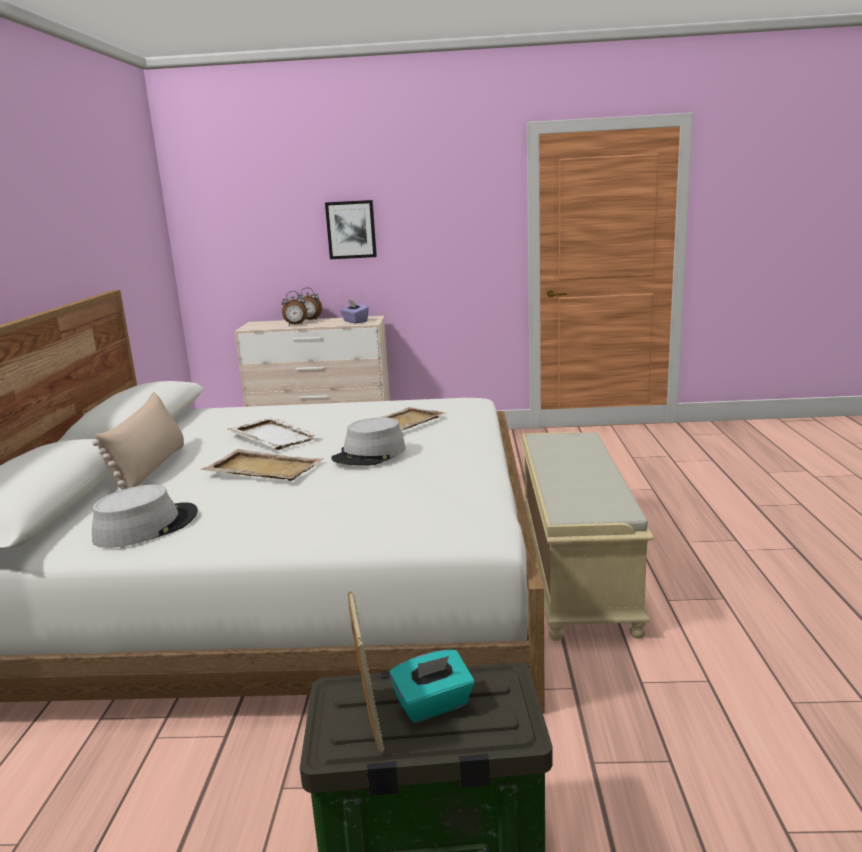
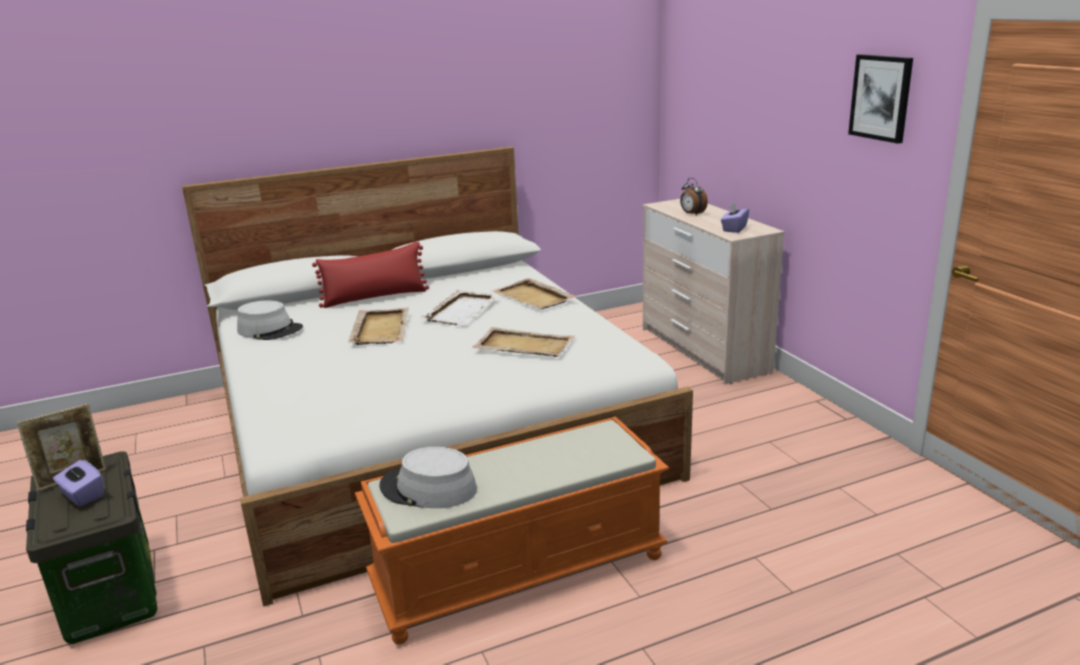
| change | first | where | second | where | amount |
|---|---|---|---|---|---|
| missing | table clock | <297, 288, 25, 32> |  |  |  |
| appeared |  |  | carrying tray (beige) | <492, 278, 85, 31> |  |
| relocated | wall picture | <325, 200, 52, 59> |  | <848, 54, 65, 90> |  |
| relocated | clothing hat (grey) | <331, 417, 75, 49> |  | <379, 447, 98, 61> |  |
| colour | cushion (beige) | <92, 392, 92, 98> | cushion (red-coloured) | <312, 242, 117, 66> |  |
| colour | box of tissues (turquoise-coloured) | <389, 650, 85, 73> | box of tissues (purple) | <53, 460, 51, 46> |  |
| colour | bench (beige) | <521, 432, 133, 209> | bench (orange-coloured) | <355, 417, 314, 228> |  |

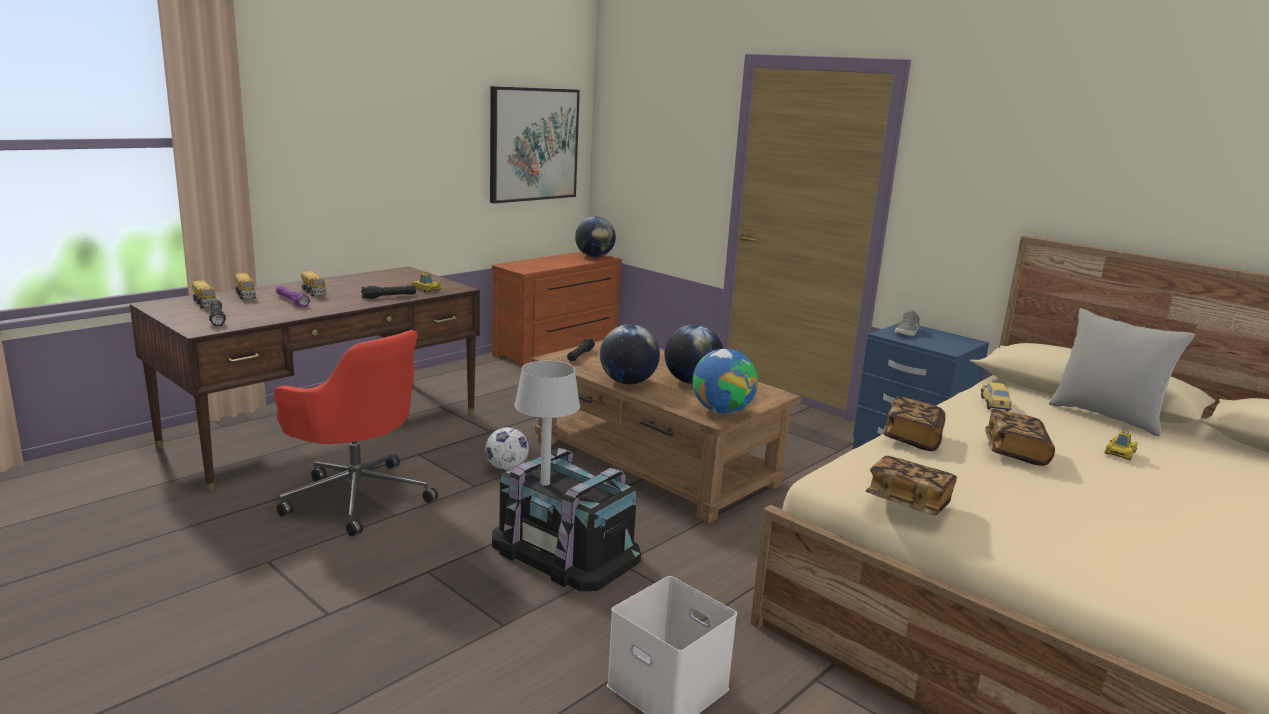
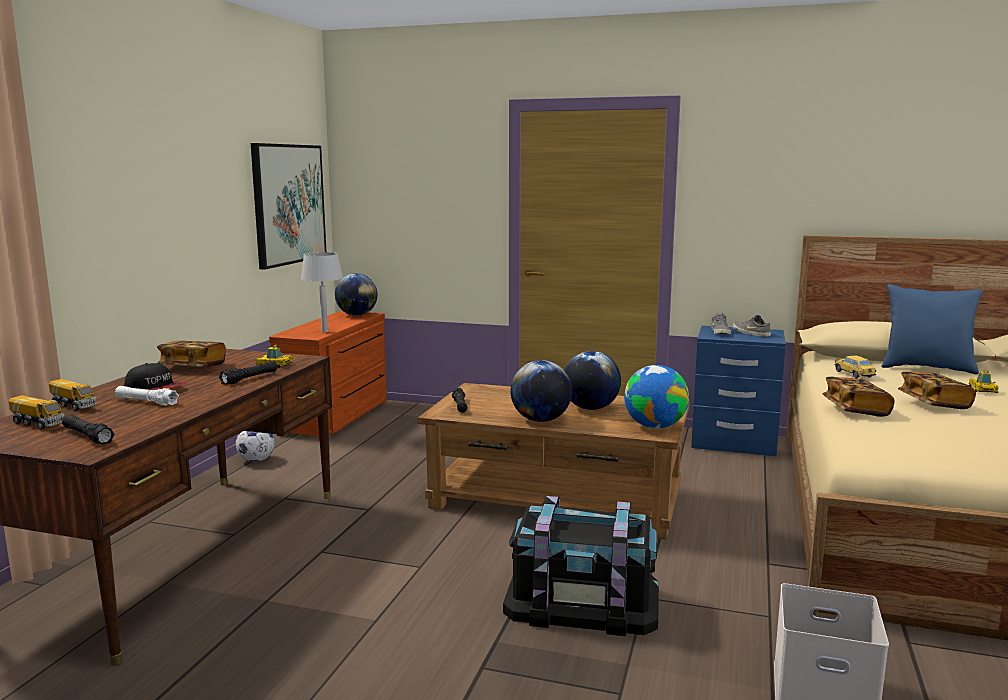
| change | first | where | second | where | amount |
|---|---|---|---|---|---|
| missing | office chair (red-coloured) | <274, 330, 164, 206> |  |  |  |
| appeared |  |  | shoe (grey) | <733, 315, 38, 22> |  |
| relocated | ball for football | <485, 427, 44, 44> |  | <236, 431, 39, 31> |  |
| relocated | lamp for a table (grey) | <514, 361, 66, 125> |  | <301, 252, 42, 81> |  |
| relocated | bound book | <866, 456, 91, 59> |  | <157, 341, 69, 26> |  |
| exchanged | model truck | <301, 271, 26, 25> | baseball cap | <124, 363, 61, 27> |  |
| colour | torch (purple) | <276, 285, 34, 22> | torch (white-coloured) | <115, 386, 64, 20> |  |
| colour | cushion (grey) | <1049, 308, 146, 129> | cushion (blue-coloured) | <881, 284, 102, 90> |  |

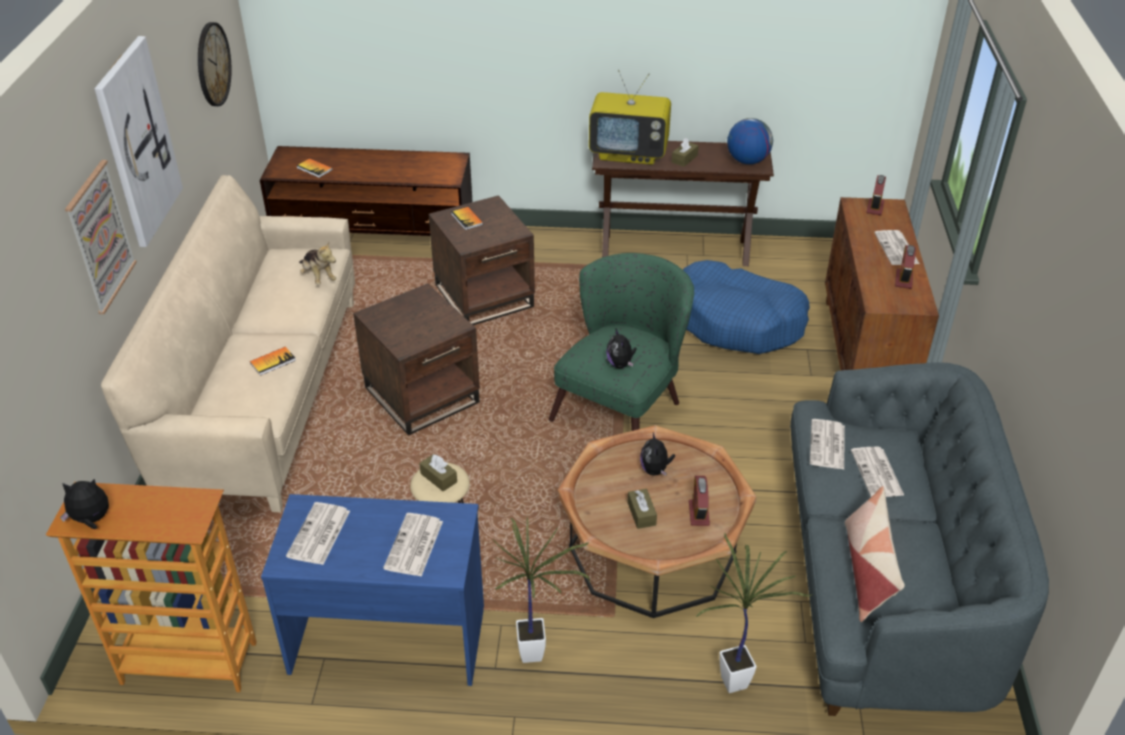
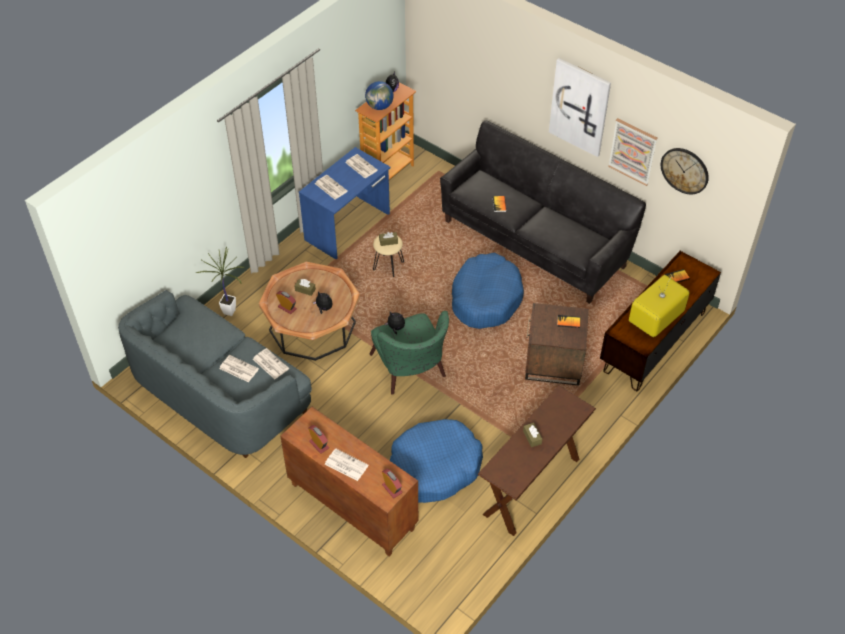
| change | first | where | second | where | amount |
|---|---|---|---|---|---|
| missing | plush toy | <299, 242, 37, 43> |  |  |  |
| missing | houseplant | <493, 517, 97, 146> |  |  |  |
| missing | cushion | <845, 486, 60, 136> |  |  |  |
| relocated | wall picture | <65, 160, 72, 154> |  | <608, 118, 50, 68> |  |
| relocated | TV set | <589, 70, 82, 95> |  | <629, 274, 60, 63> |  |
| relocated | world globe | <727, 118, 46, 46> |  | <365, 81, 29, 29> |  |
| exchanged | accent table (brown-coloured) | <353, 283, 127, 152> | dog bed (blue-coloured) | <452, 253, 72, 76> |  |
| colour | settee (beige) | <101, 175, 254, 337> | settee (blackish) | <440, 120, 206, 184> |  |

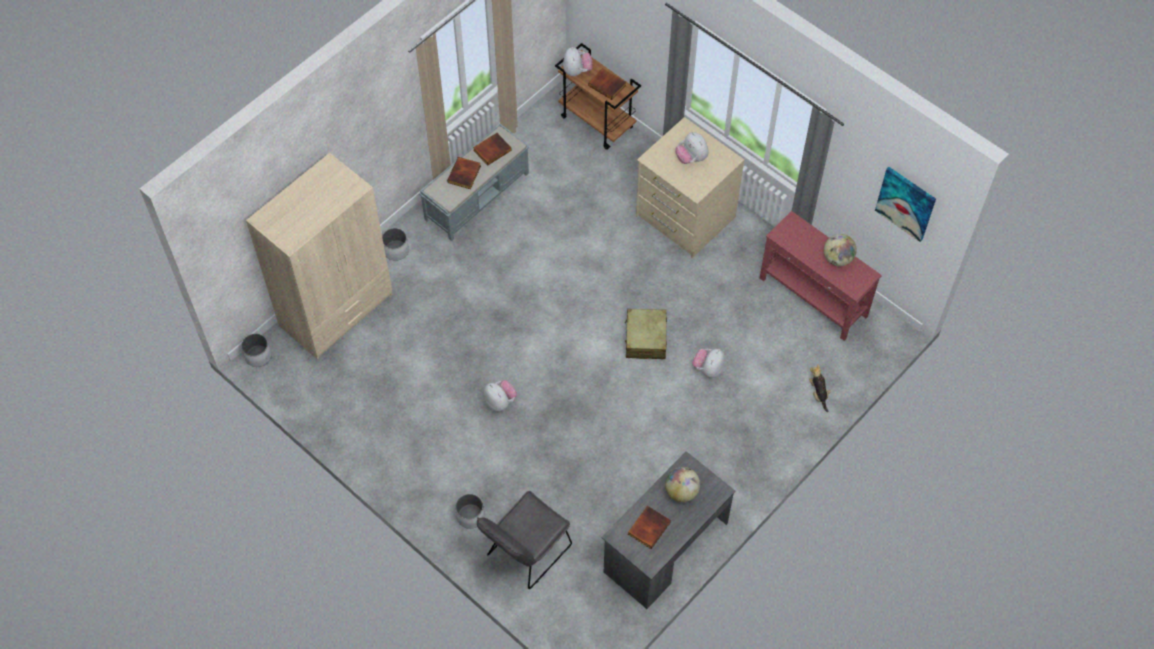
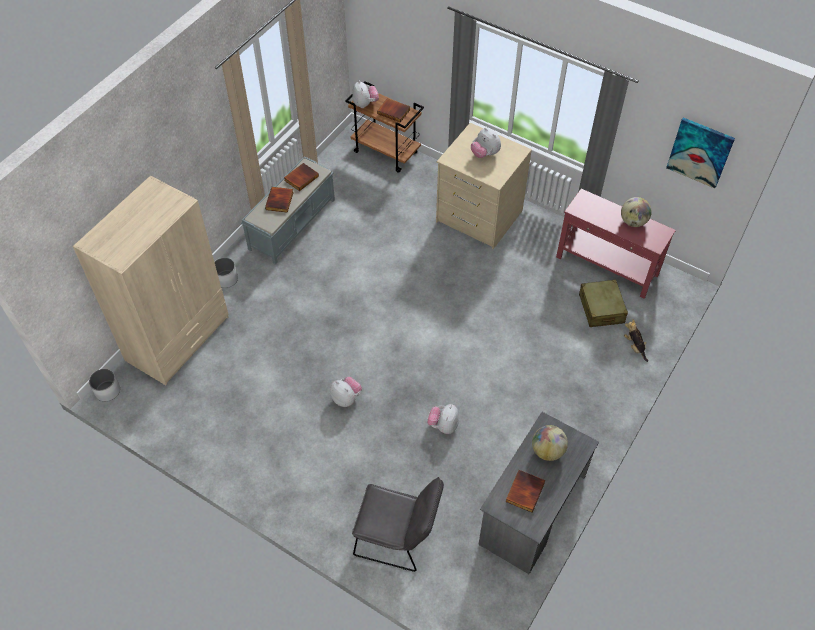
| change | first | where | second | where | amount |
|---|---|---|---|---|---|
| missing | planter (white-coloured) | <455, 494, 30, 35> |  |  |  |
| relocated | suitcase (beige) | <625, 309, 42, 50> |  | <579, 279, 49, 48> |  |
| relocated | plush toy | <692, 349, 33, 29> |  | <427, 404, 32, 30> |  |
| spun | chair (grey) | <477, 491, 95, 98> |  | <352, 477, 92, 95> | 105 degrees counterclockwise |

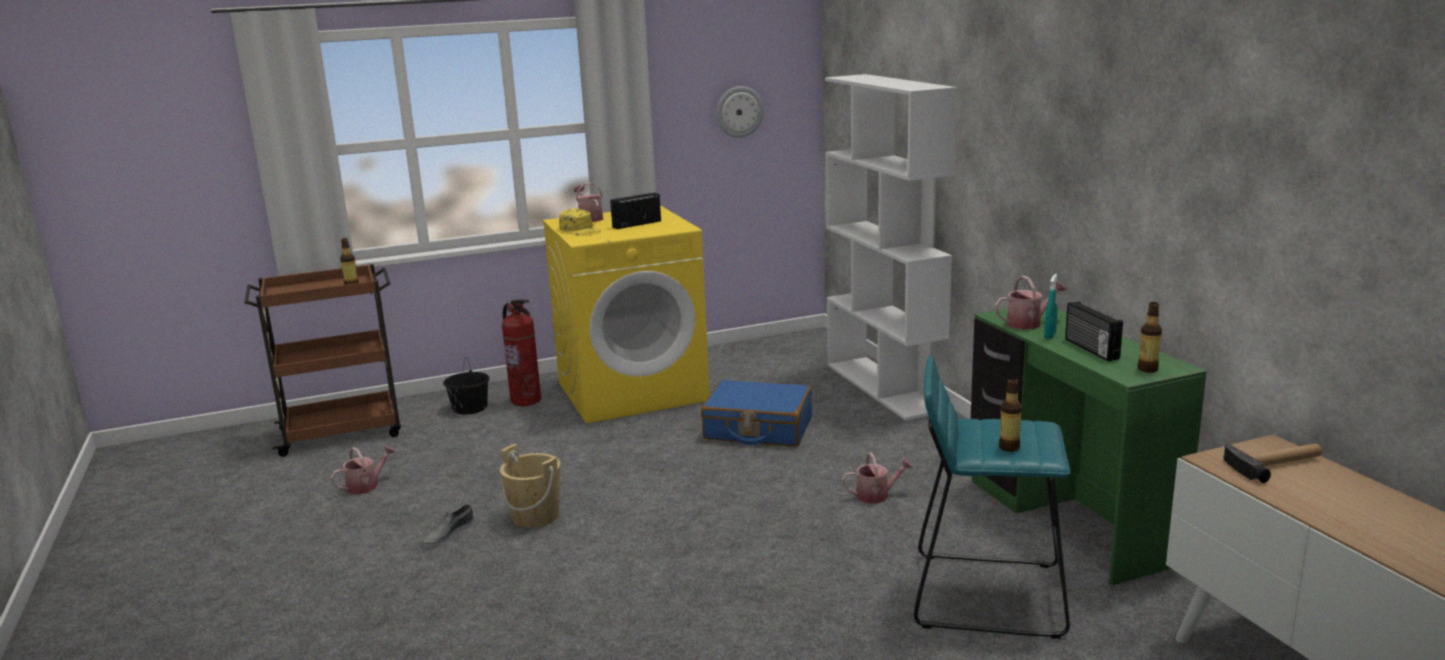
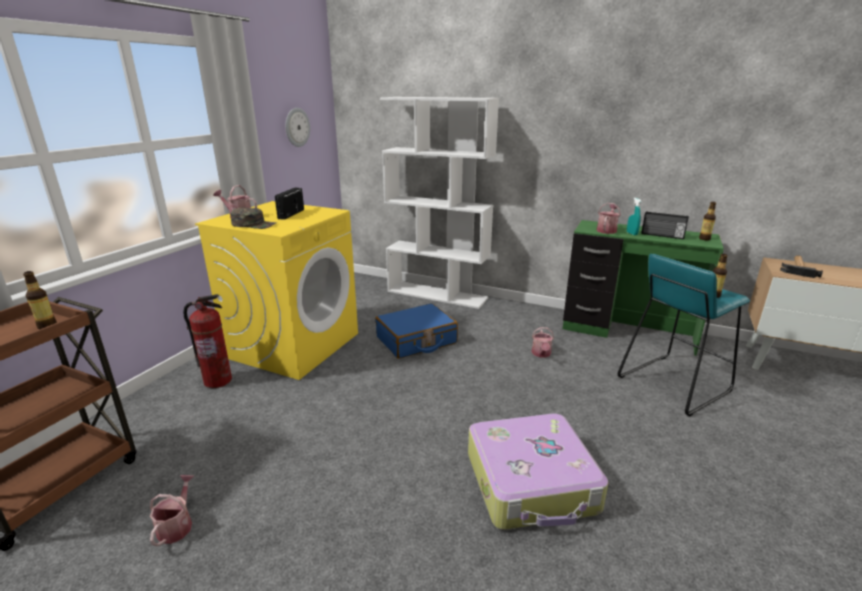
| change | first | where | second | where | amount |
|---|---|---|---|---|---|
| missing | shoe (grey) | <423, 504, 51, 44> |  |  |  |
| missing | water bucket (blackish) | <443, 357, 47, 57> |  |  |  |
| missing | water bucket (beige) | <500, 444, 60, 84> |  |  |  |
| appeared |  |  | suitcase | <468, 414, 140, 116> |  |
| colour | baseball cap (yellow-coloured) | <559, 208, 42, 28> | baseball cap (green-coloured) | <230, 207, 48, 22> |  |
| spun | sprinkling can | <842, 453, 71, 51> |  | <532, 327, 22, 31> | 150 degrees clockwise |

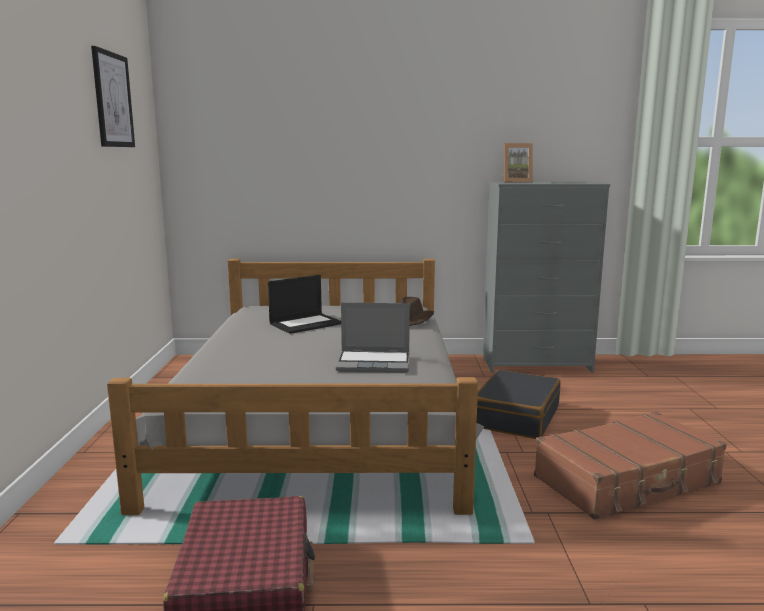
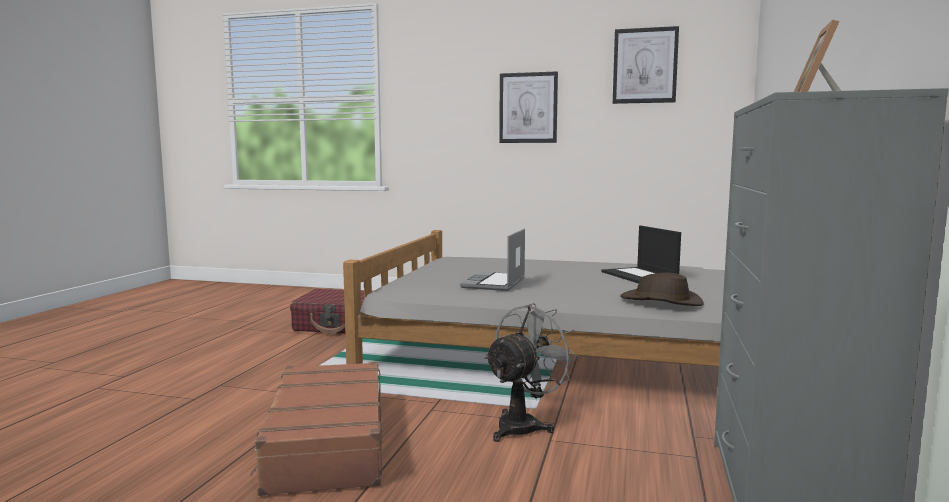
| change | first | where | second | where | amount |
|---|---|---|---|---|---|
| appeared |  |  | wall picture | <499, 71, 59, 72> |  |
| exchanged | suitcase (blackish) | <477, 370, 83, 69> | electric fan (grey) | <484, 303, 95, 139> |  |

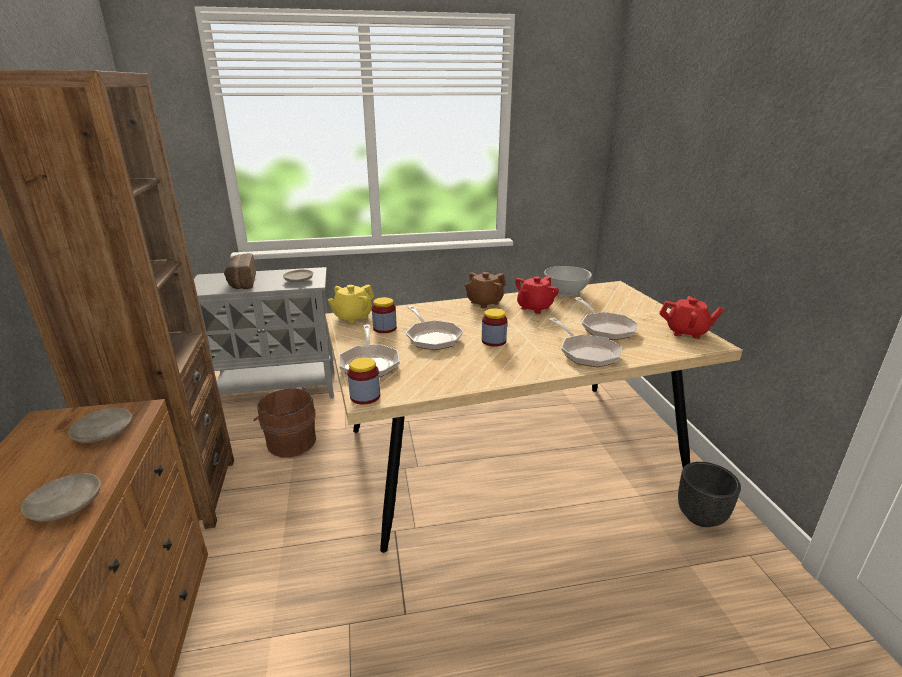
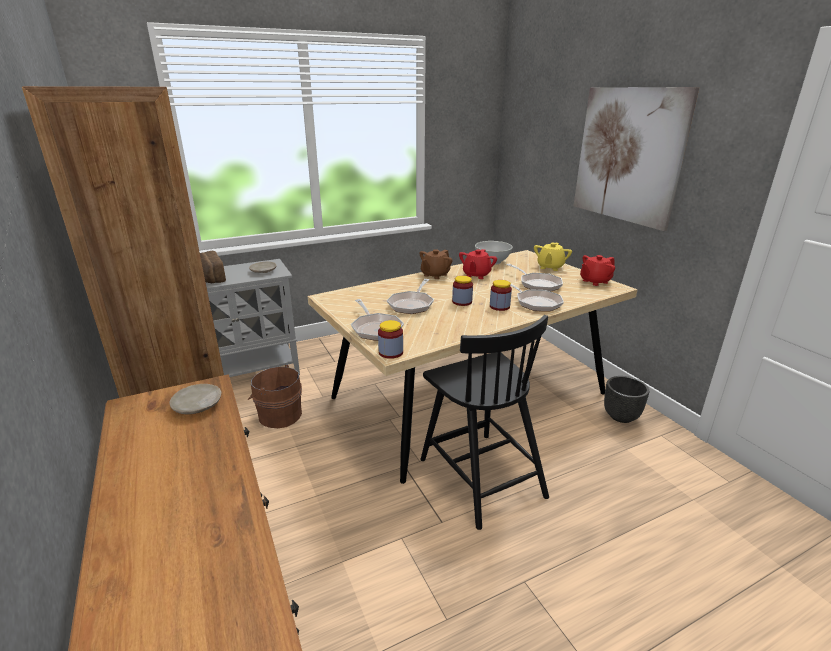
| change | first | where | second | where | amount |
|---|---|---|---|---|---|
| missing | plate (beige) | <21, 473, 80, 49> |  |  |  |
| appeared |  |  | chair (blackish) | <421, 315, 128, 215> |  |
| appeared |  |  | wall picture | <574, 87, 125, 144> |  |
| relocated | pot for tea (yellow-coloured) | <328, 284, 46, 40> |  | <534, 243, 38, 28> |  |
| relocated | jar | <372, 297, 25, 36> |  | <490, 280, 22, 31> |  |
| spun | skillet | <406, 306, 57, 44> |  | <387, 279, 47, 35> | 60 degrees clockwise |
| spun | pot for tea (red-coloured) | <659, 296, 65, 43> |  | <580, 255, 35, 31> | 150 degrees clockwise |

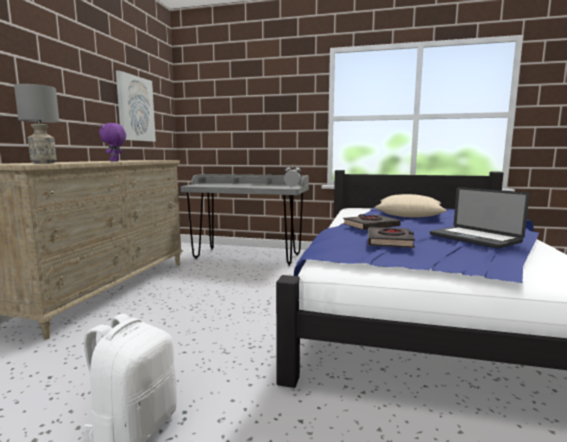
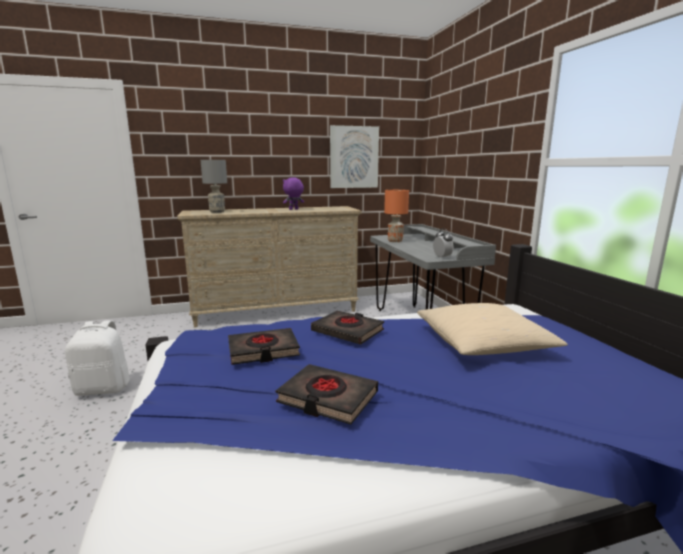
| change | first | where | second | where | amount |
|---|---|---|---|---|---|
| appeared |  |  | lamp for a table (orange-coloured) | <384, 190, 25, 52> |  |
| exchanged | portable computer | <430, 187, 99, 62> | bound book (blackish) | <276, 364, 102, 60> |  |

